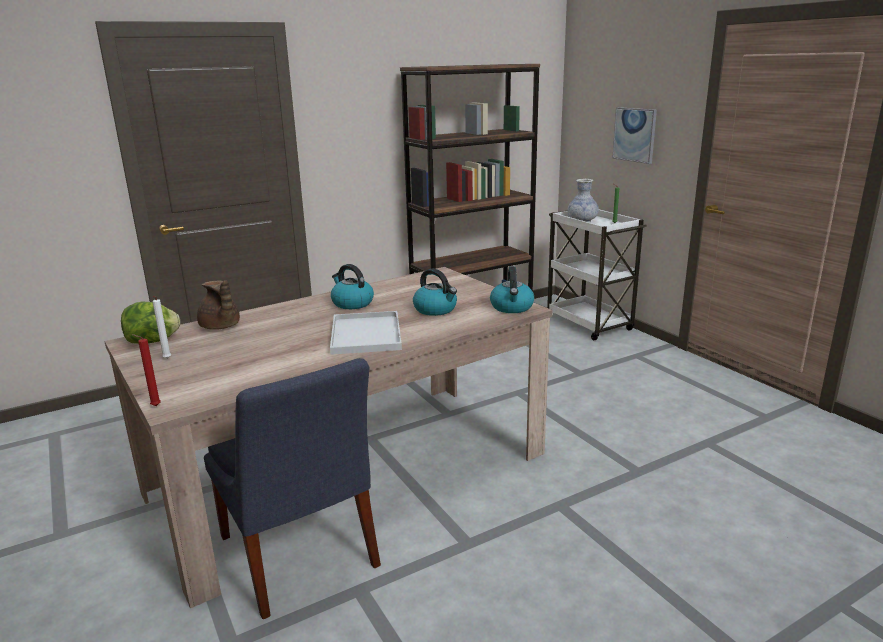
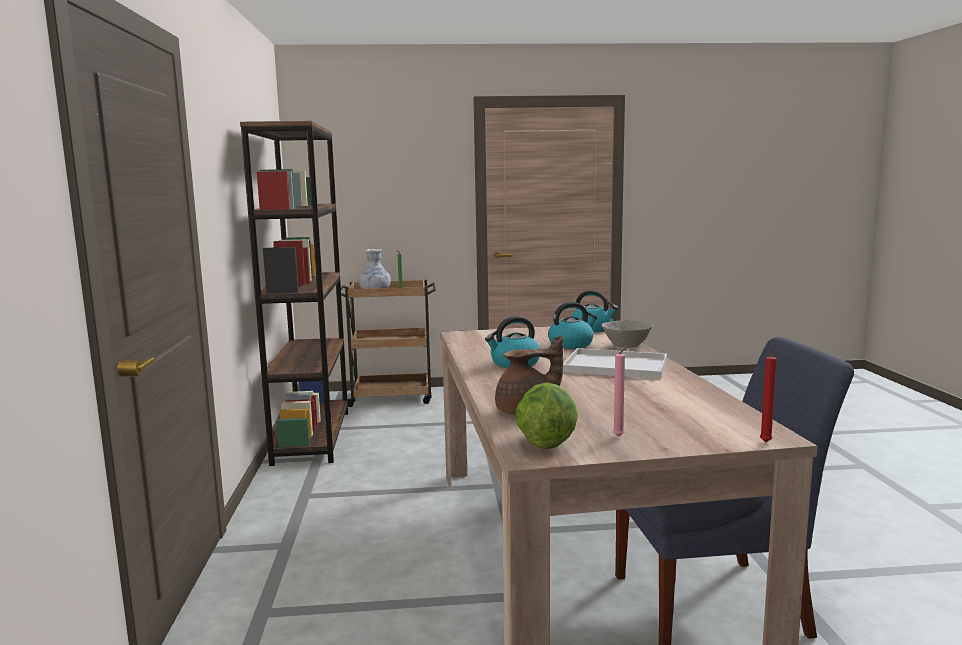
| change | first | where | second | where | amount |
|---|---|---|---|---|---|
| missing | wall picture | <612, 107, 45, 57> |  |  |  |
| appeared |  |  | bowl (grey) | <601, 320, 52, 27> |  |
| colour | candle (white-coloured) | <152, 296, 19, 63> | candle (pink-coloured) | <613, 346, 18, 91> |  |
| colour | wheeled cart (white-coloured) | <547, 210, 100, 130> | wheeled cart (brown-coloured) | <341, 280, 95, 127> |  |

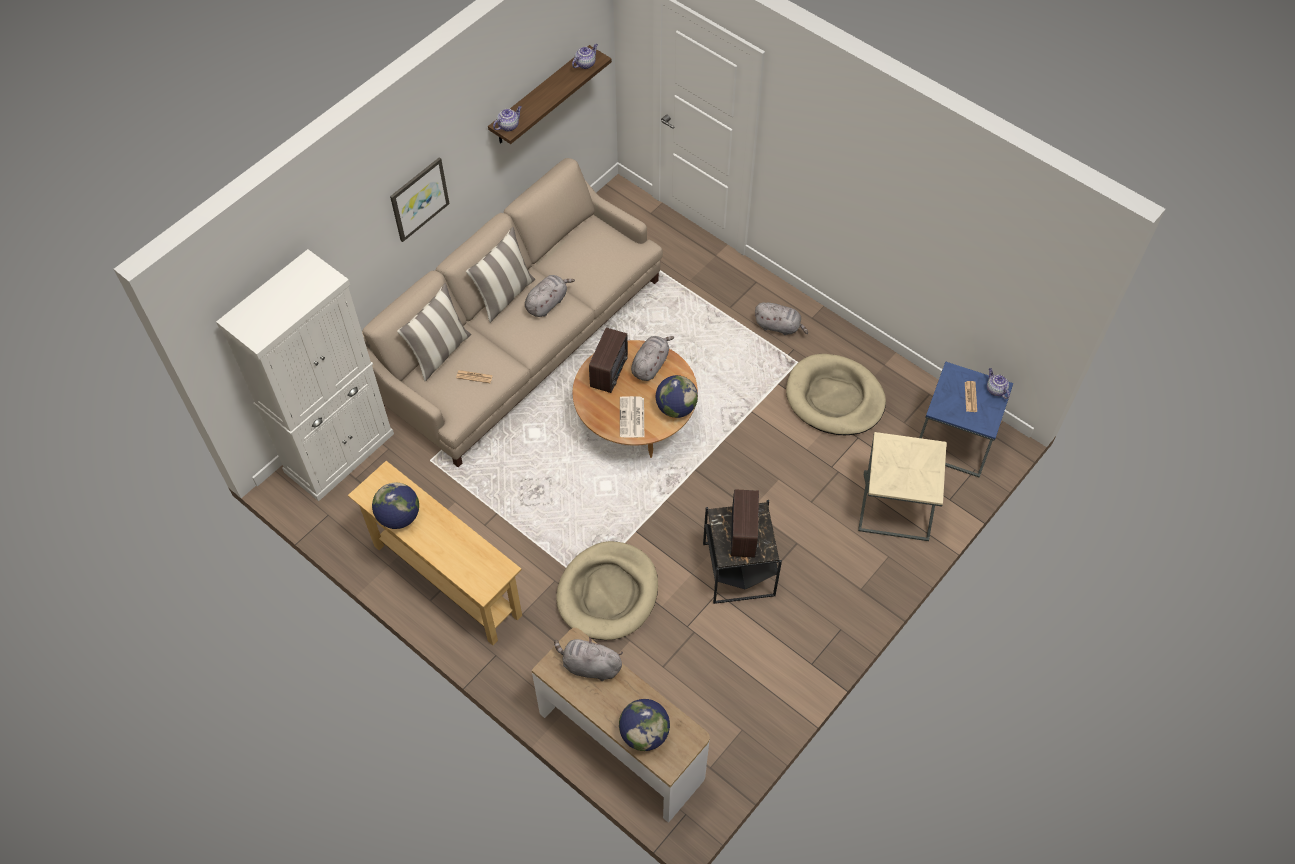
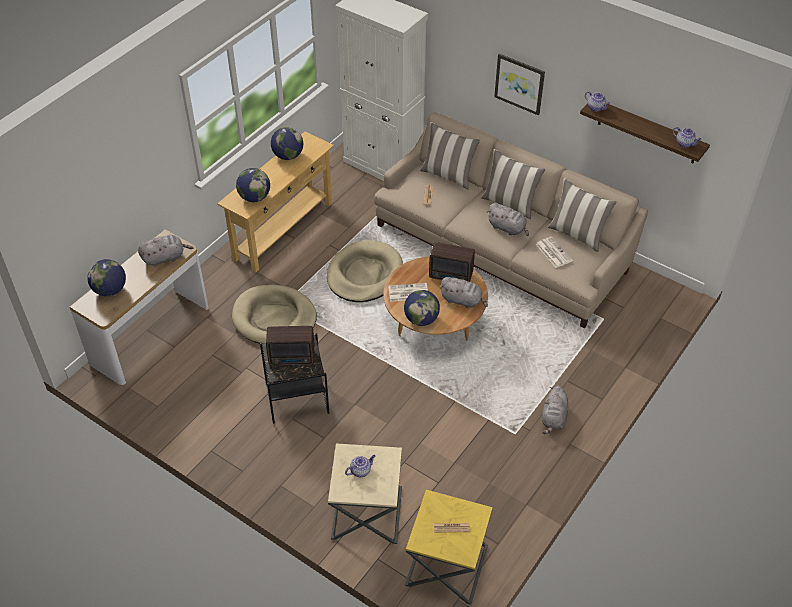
| change | first | where | second | where | amount |
|---|---|---|---|---|---|
| appeared |  |  | world globe | <236, 168, 34, 34> |  |
| appeared |  |  | daily paper | <535, 237, 38, 31> |  |
| appeared |  |  | cushion | <548, 178, 68, 74> |  |
| relocated | dog bed (beige) | <786, 354, 100, 81> |  | <327, 240, 76, 62> |  |
| relocated | pot for tea | <987, 368, 23, 31> |  | <345, 455, 30, 22> |  |
| colour | accent table (blue-coloured) | <919, 362, 94, 115> | accent table (yellow-coloured) | <405, 490, 88, 115> |  |
| spun | plush toy (grey) | <554, 637, 69, 44> |  | <138, 235, 56, 32> | 60 degrees clockwise |

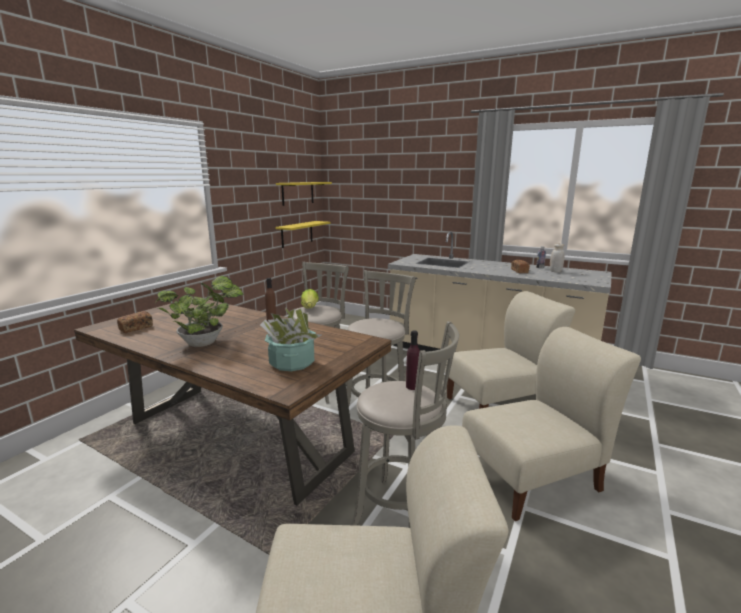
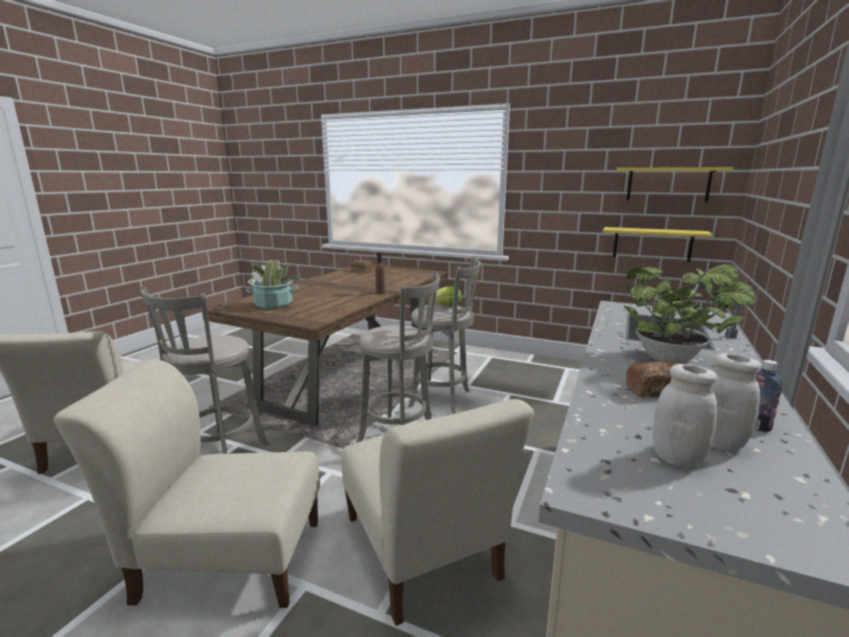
| change | first | where | second | where | amount |
|---|---|---|---|---|---|
| missing | beverage bottle (purple) | <406, 330, 14, 60> |  |  |  |
| appeared |  |  | jar (white-coloured) | <653, 364, 65, 103> |  |
| relocated | houseplant | <155, 276, 88, 71> |  | <624, 264, 132, 99> |  |
| spun | chair (beige) | <462, 327, 179, 194> |  | <54, 360, 266, 248> | 120 degrees clockwise |

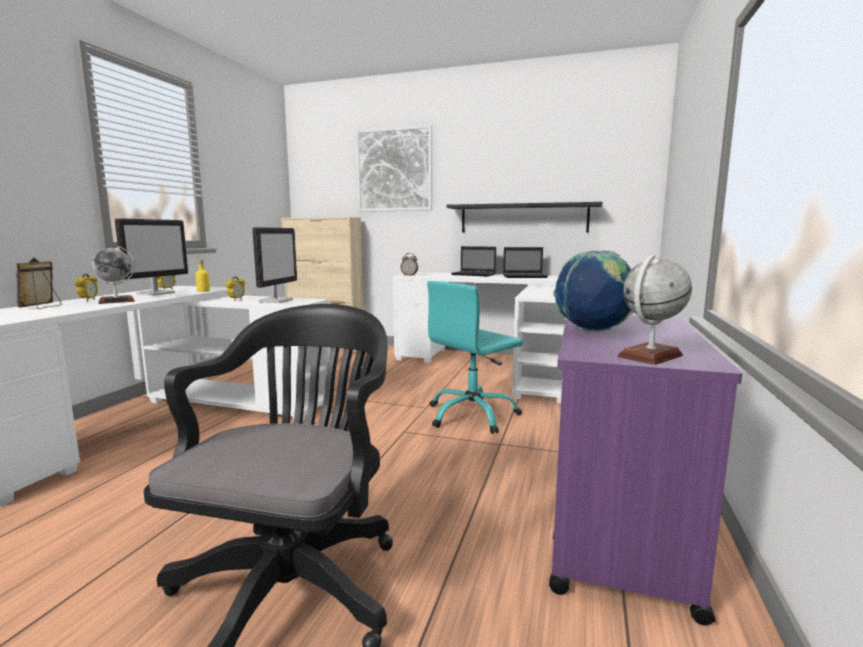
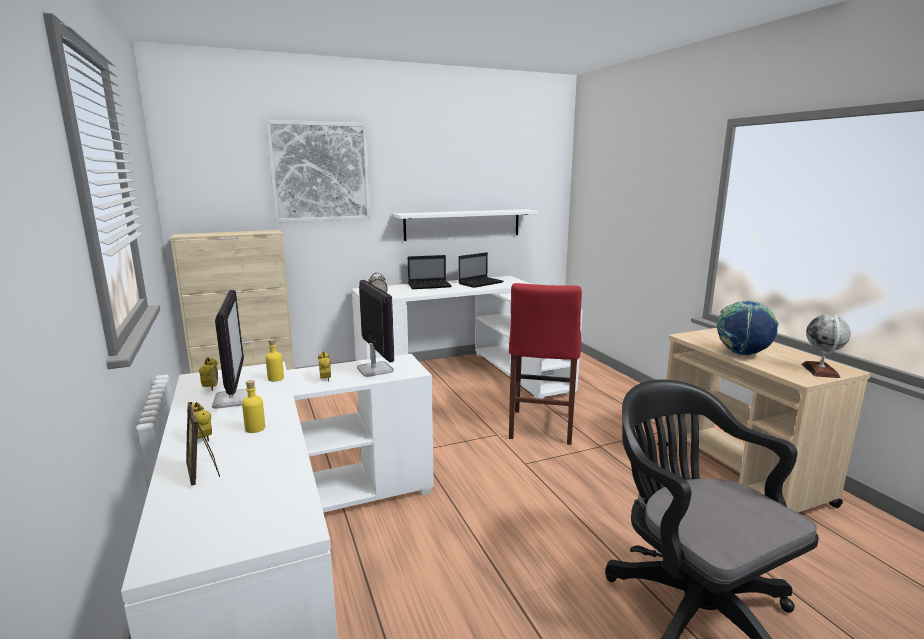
| change | first | where | second | where | amount |
|---|---|---|---|---|---|
| exchanged | world globe | <92, 246, 43, 58> | beverage bottle (yellow-coloured) | <242, 380, 23, 53> |  |
| exchanged | office chair (turquoise-coloured) | <427, 281, 96, 153> | stool (red-coloured) | <509, 283, 73, 162> |  |
| colour | bracket shelf (blackish) | <447, 202, 155, 30> | bracket shelf (white-coloured) | <393, 209, 146, 32> |  |
| colour | wheeled cart (purple) | <549, 315, 193, 311> | wheeled cart (beige) | <657, 328, 214, 185> |  |

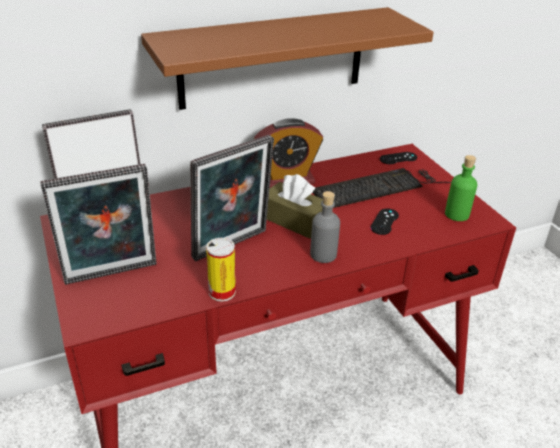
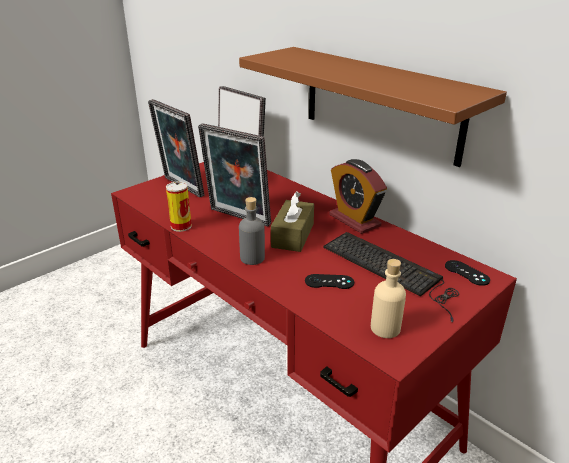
| change | first | where | second | where | amount |
|---|---|---|---|---|---|
| colour | beverage bottle (green-coloured) | <445, 155, 32, 66> | beverage bottle (beige) | <371, 259, 35, 79> |  |

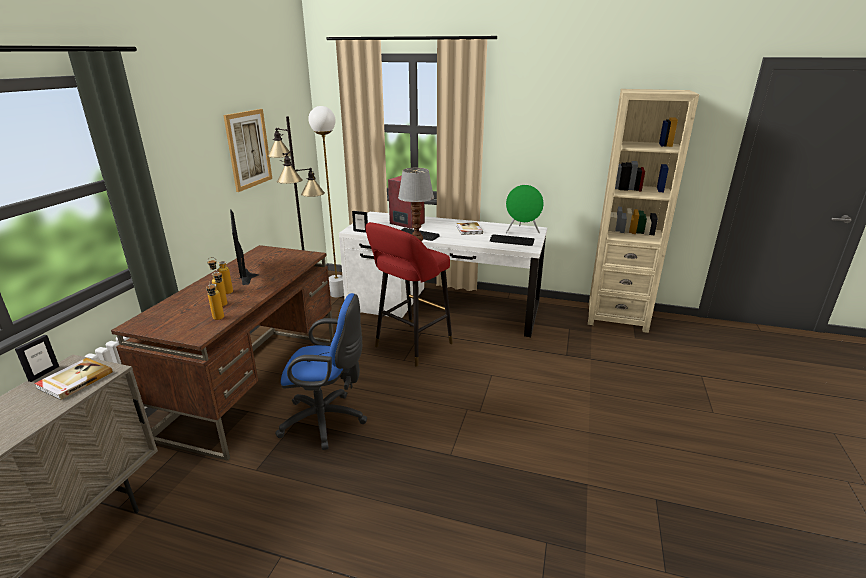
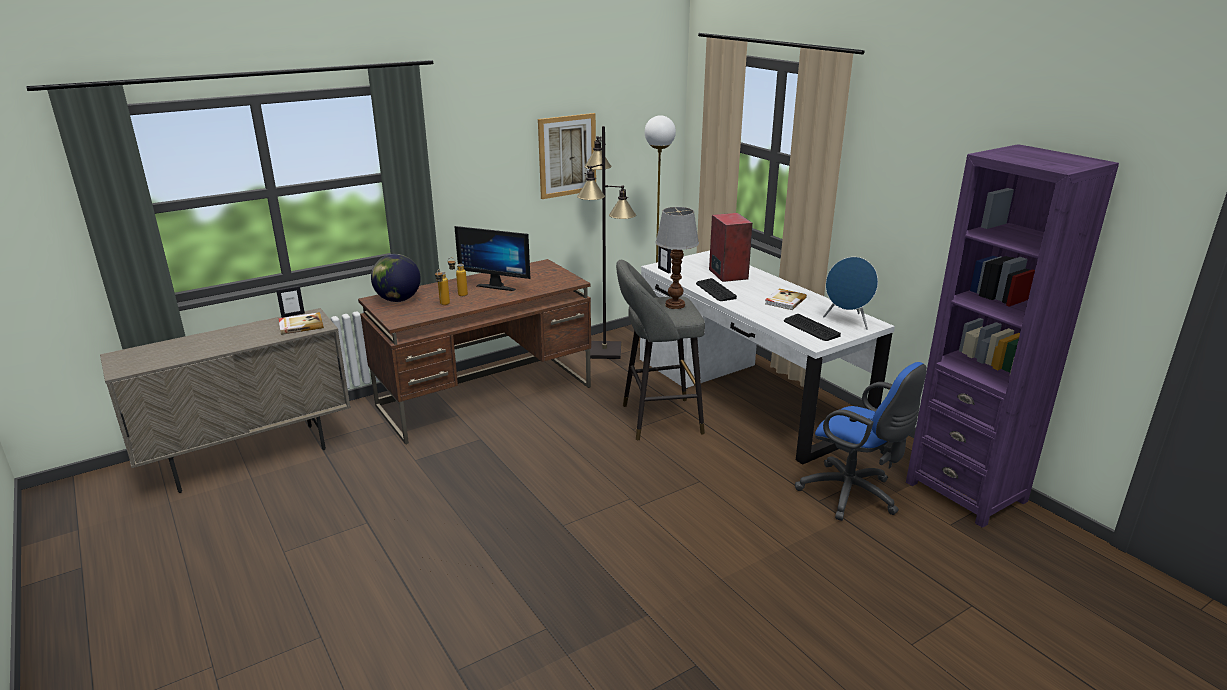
| change | first | where | second | where | amount |
|---|---|---|---|---|---|
| missing | beverage bottle | <206, 282, 18, 38> |  |  |  |
| appeared |  |  | world globe | <371, 254, 50, 48> |  |
| relocated | office chair (blue-coloured) | <275, 293, 92, 157> |  | <795, 362, 132, 159> |  |
| colour | stool (red-coloured) | <366, 222, 87, 145> | stool (grey) | <616, 260, 89, 180> |  |
| colour | speaker (green-coloured) | <506, 185, 38, 48> | speaker (blue-coloured) | <823, 257, 55, 73> |  |
| colour | bookshelf (beige) | <588, 89, 111, 244> | bookshelf (purple) | <906, 144, 213, 384> |  |
| spun | monitor | <230, 210, 29, 75> |  | <454, 226, 76, 65> | 90 degrees counterclockwise |

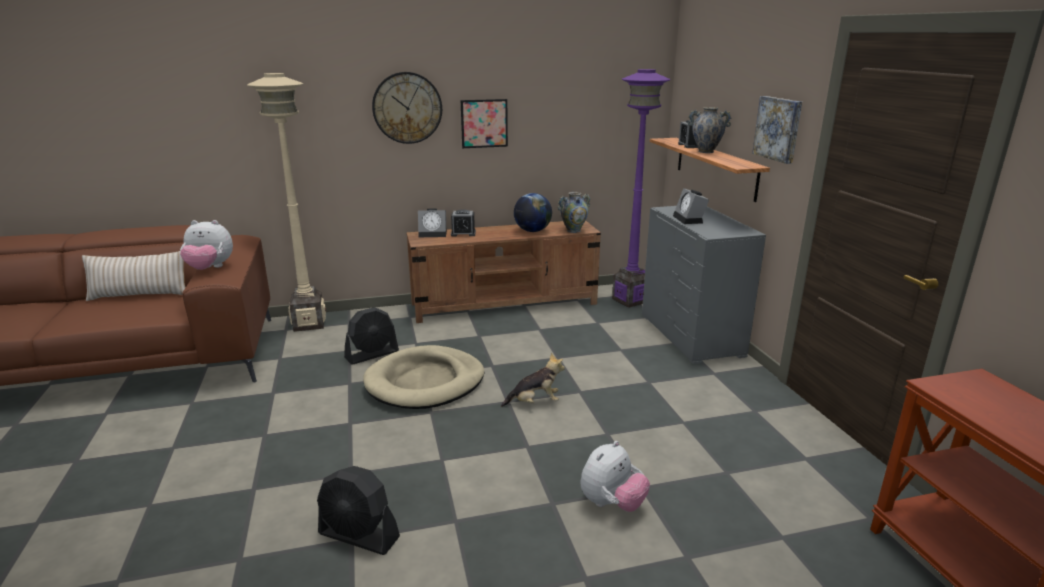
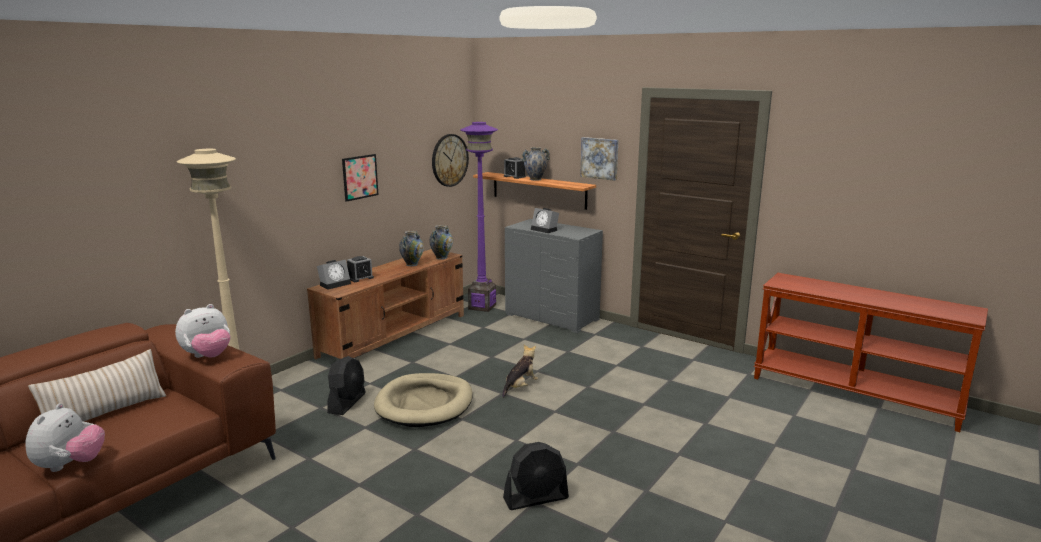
| change | first | where | second | where | amount |
|---|---|---|---|---|---|
| relocated | hanging clock | <372, 72, 70, 72> |  | <432, 134, 37, 53> |  |
| relocated | plush toy | <581, 441, 69, 71> |  | <25, 403, 80, 69> |  |
| exchanged | world globe | <514, 193, 38, 39> | decorative vase | <399, 231, 25, 35> |  |

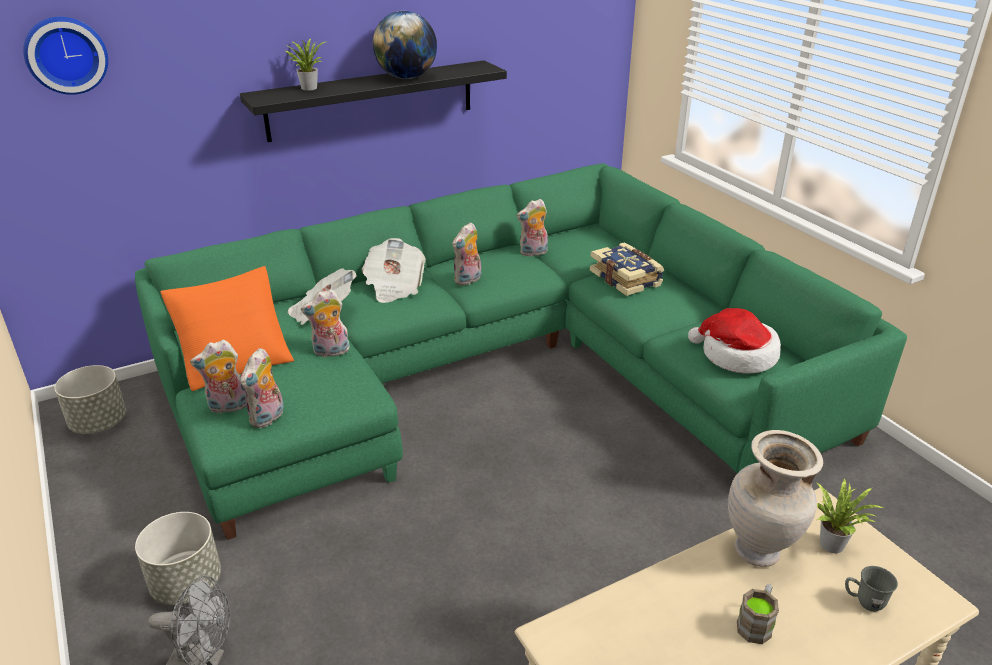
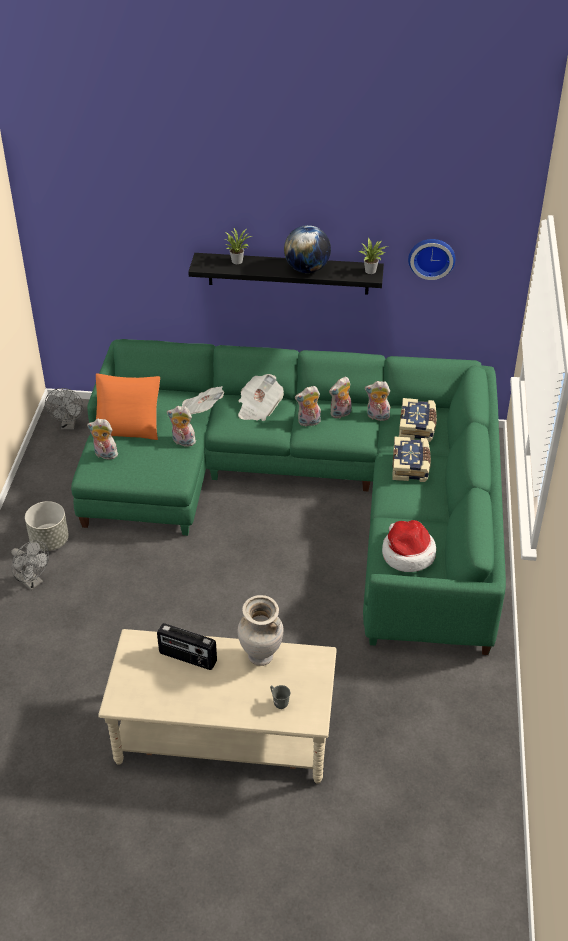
| change | first | where | second | where | amount |
|---|---|---|---|---|---|
| missing | mug (brown-coloured) | <737, 584, 42, 60> |  |  |  |
| appeared |  |  | radio receiver | <157, 623, 60, 47> |  |
| appeared |  |  | bound book | <399, 398, 38, 44> |  |
| relocated | hanging clock | <23, 17, 85, 78> |  | <408, 239, 47, 41> |  |
| relocated | plush toy | <240, 348, 44, 80> |  | <329, 376, 23, 42> |  |
| relocated | houseplant | <817, 479, 67, 74> |  | <359, 238, 29, 36> |  |
| exchanged | planter (grey) | <54, 365, 72, 69> | electric fan (grey) | <45, 388, 39, 42> |  |

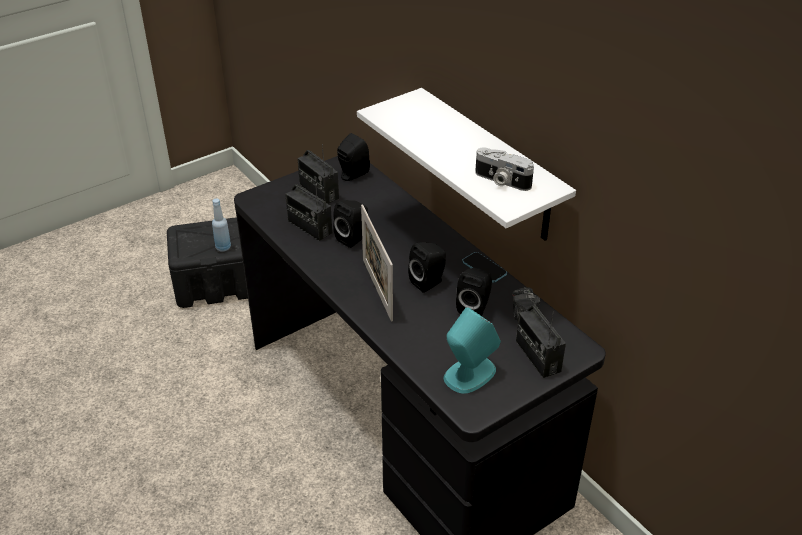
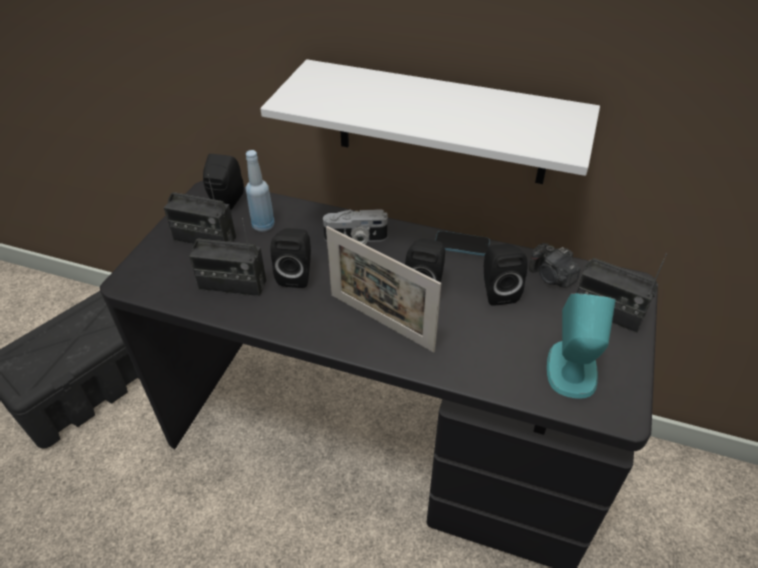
| change | first | where | second | where | amount |
|---|---|---|---|---|---|
| relocated | beverage bottle (blue-coloured) | <212, 199, 19, 53> |  | <246, 150, 28, 82> |  |
| relocated | photo camera | <475, 147, 59, 44> |  | <323, 209, 65, 35> |  |

